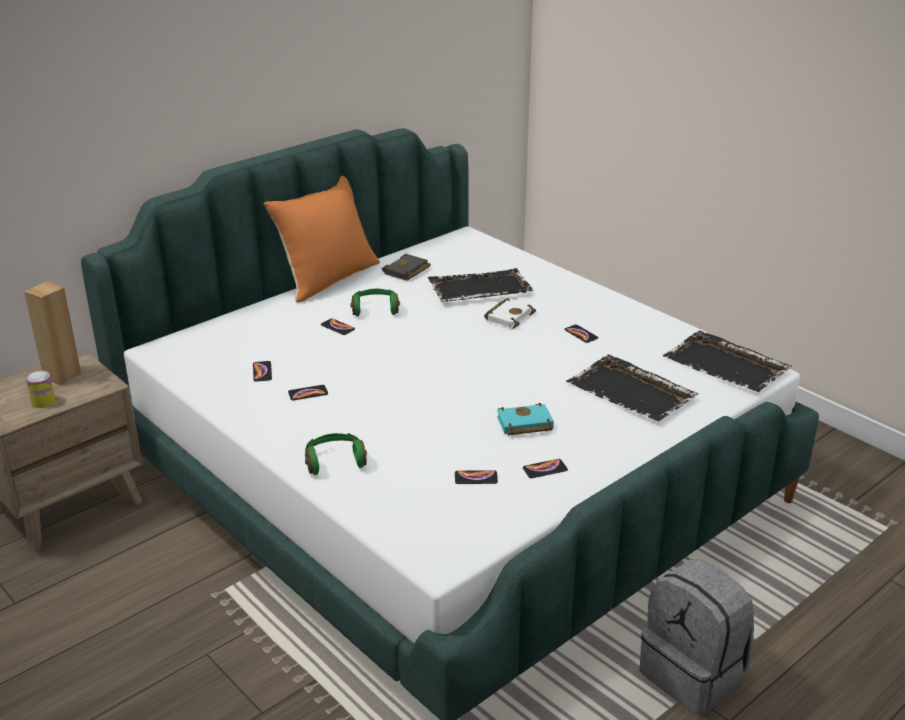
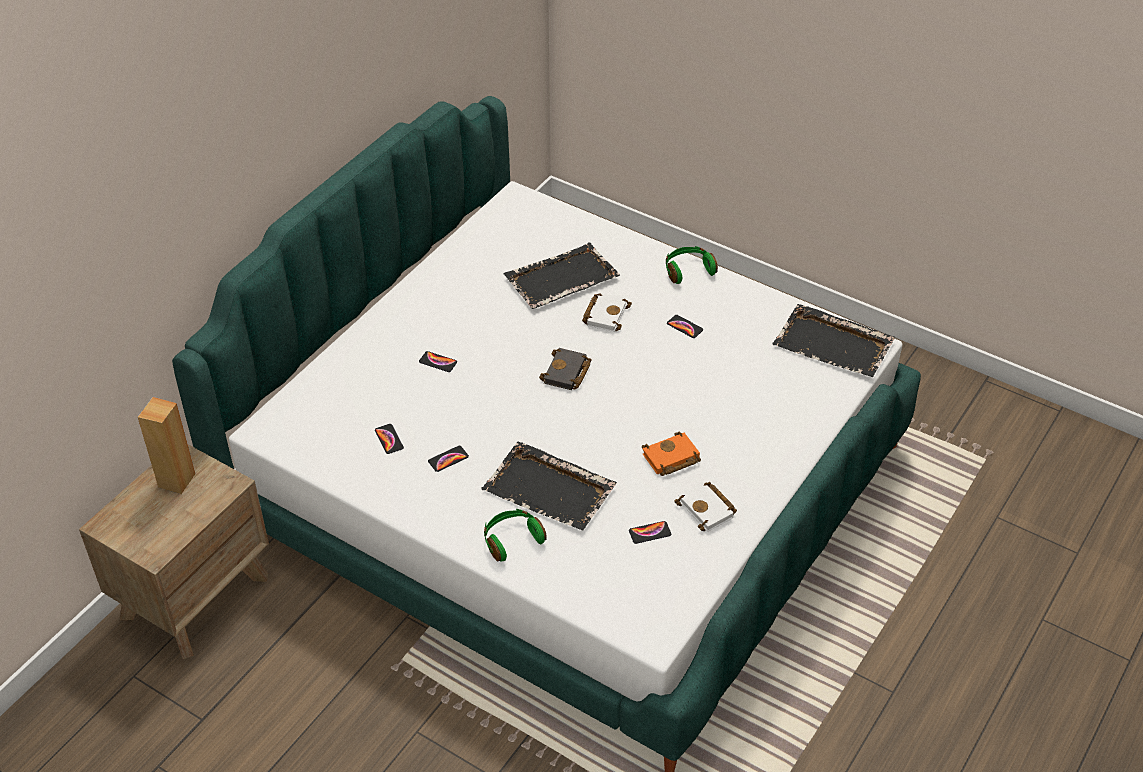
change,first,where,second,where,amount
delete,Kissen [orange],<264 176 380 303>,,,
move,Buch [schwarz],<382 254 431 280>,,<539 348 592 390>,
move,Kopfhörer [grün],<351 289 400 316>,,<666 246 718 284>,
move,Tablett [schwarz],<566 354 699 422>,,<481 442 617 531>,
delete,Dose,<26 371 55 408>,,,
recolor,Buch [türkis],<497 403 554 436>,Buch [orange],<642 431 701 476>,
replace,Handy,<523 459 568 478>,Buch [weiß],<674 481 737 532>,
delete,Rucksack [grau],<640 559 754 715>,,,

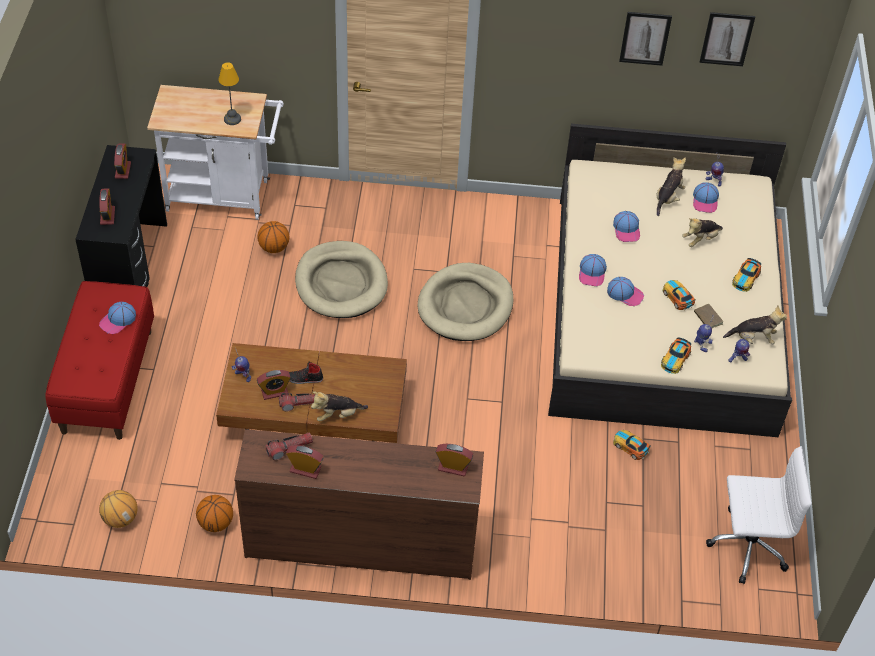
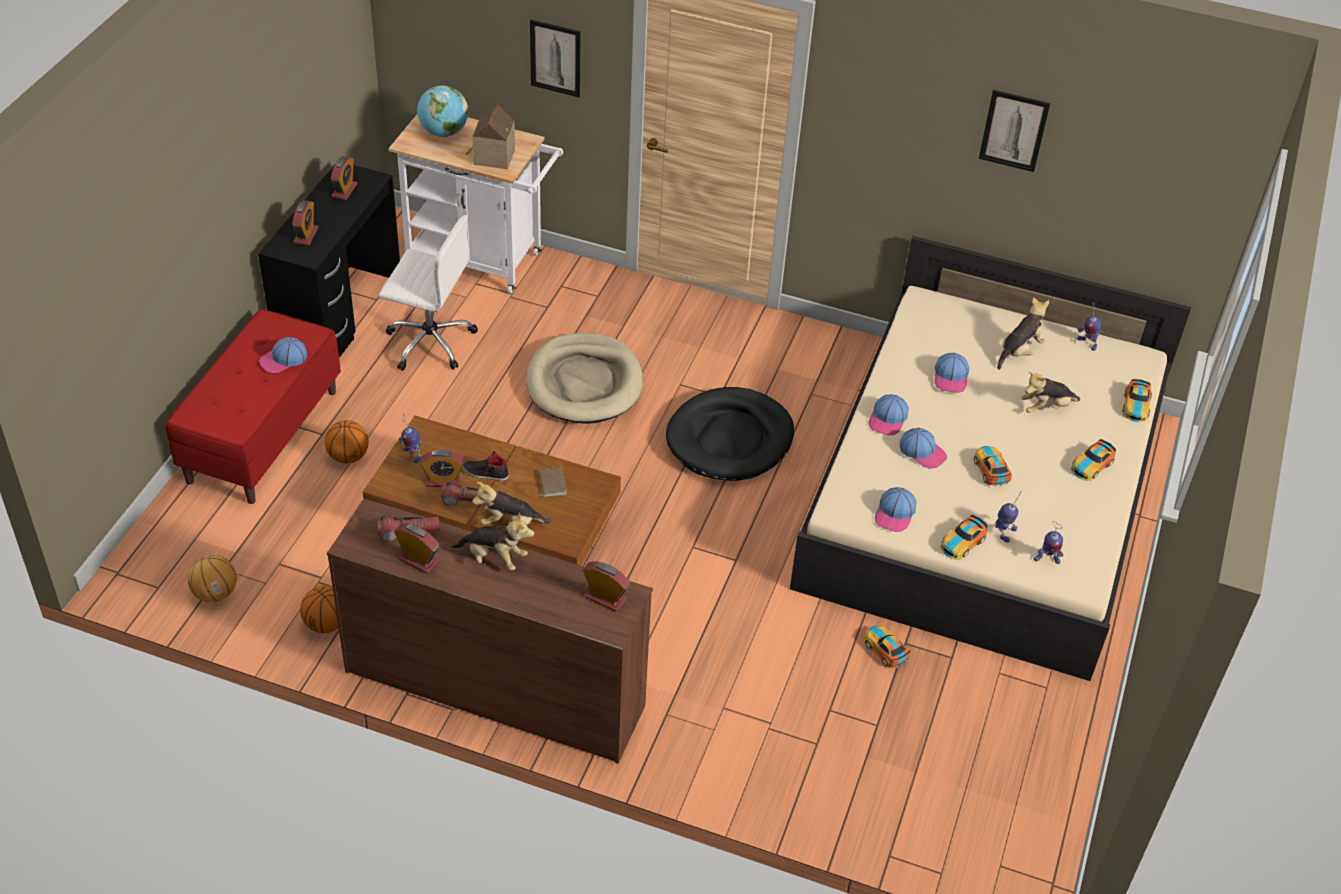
change,first,where,second,where,amount
move,Bild,<700 12 755 66>,,<530 20 581 97>,
replace,Tischlampe,<218 62 241 125>,Spielzeughaus,<465 104 515 169>,
move,Kappe,<693 182 719 213>,,<875 487 917 532>,
move,Basketball,<257 221 289 253>,,<325 420 369 464>,
recolor,Hundebett [beige],<418 263 513 341>,Hundebett [schwarz],<666 387 794 481>,
move,Buch [braun],<694 304 723 328>,,<536 467 567 497>,
move,Plüschtier,<723 306 787 344>,,<451 512 534 570>,
move,Bürostuhl [weiß],<706 446 812 584>,,<379 215 478 371>,
insert,,,Globus,<417 85 468 137>,
insert,,,Spielzeugauto,<1122 379 1152 422>,

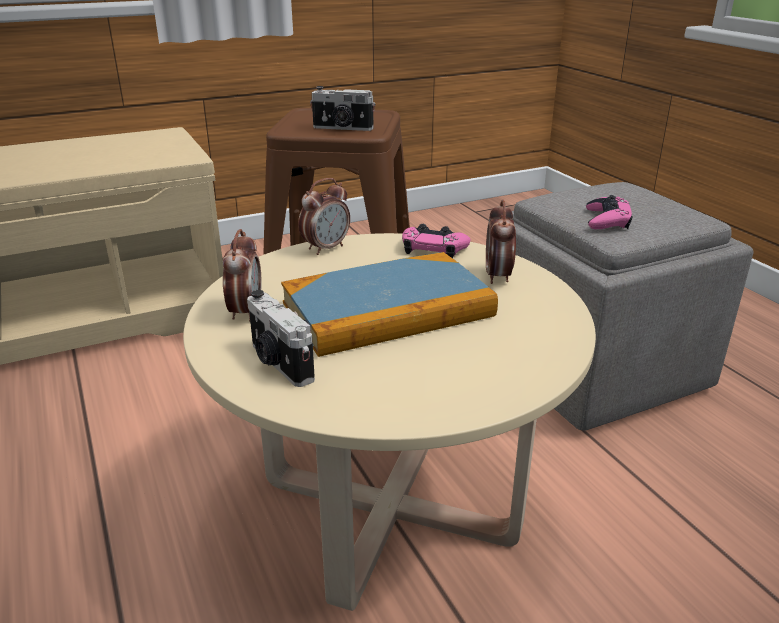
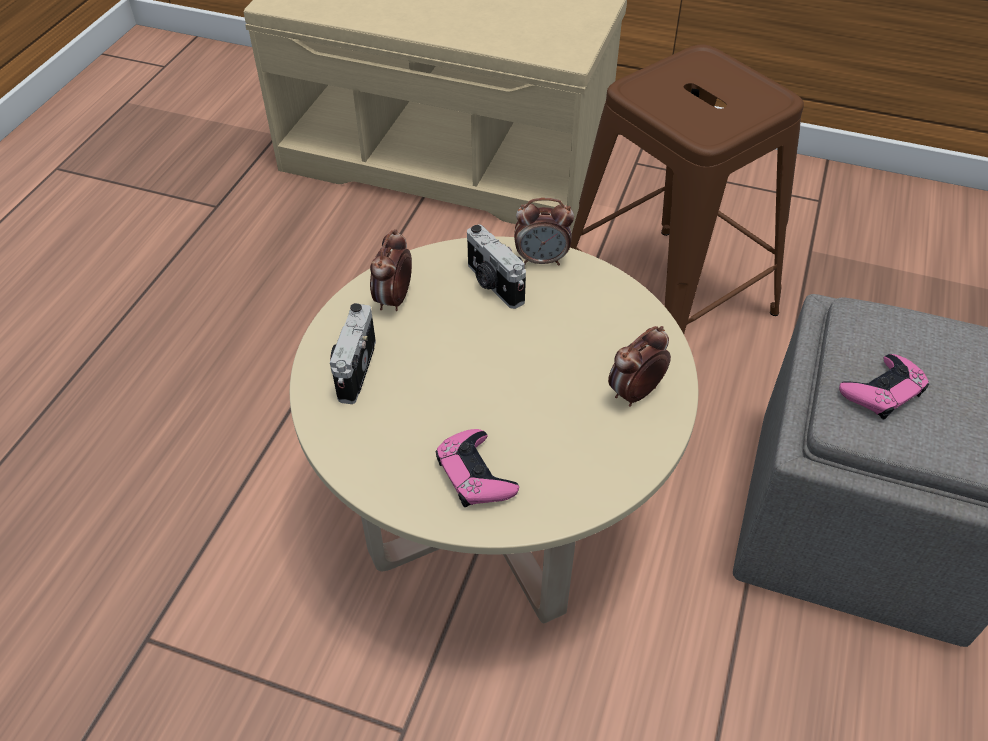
change,first,where,second,where,amount
move,Kamera,<310 86 375 131>,,<467 224 526 309>,
move,Gamepad [rosa],<402 224 471 258>,,<436 429 519 507>,
rotate,Wecker,<223 229 262 322>,,<370 229 412 311>,150 degrees clockwise
delete,Buch,<281 252 498 357>,,,

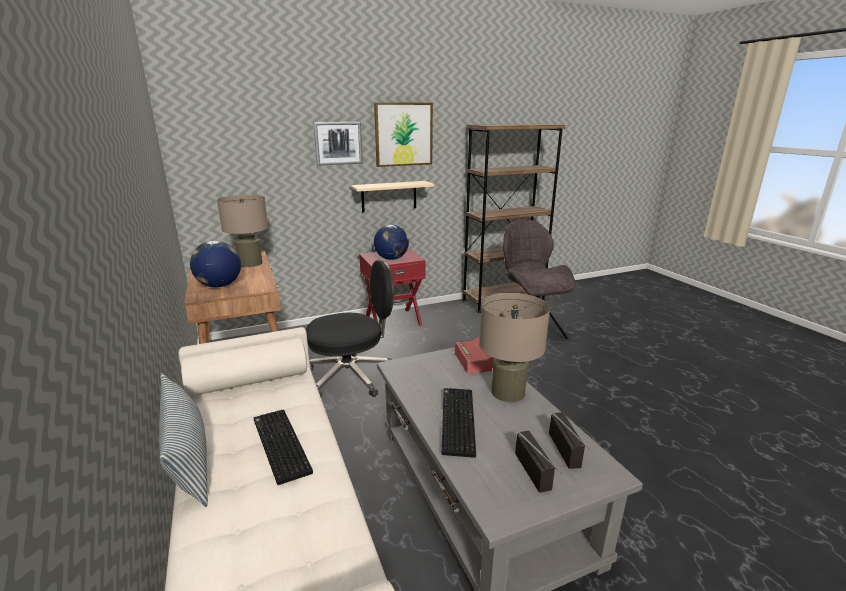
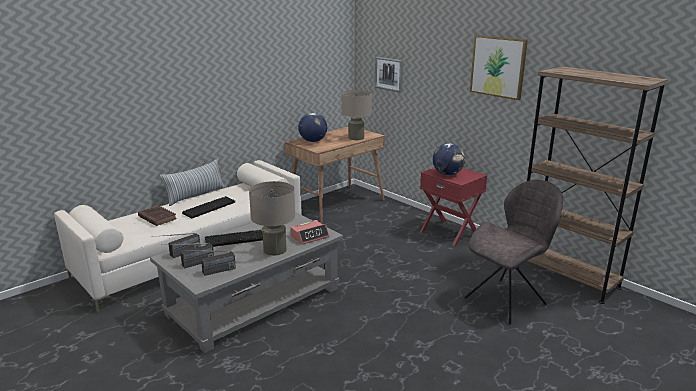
change,first,where,second,where,amount
move,Bild,<313 122 363 166>,,<375 57 403 93>,
delete,Wandregal [beige],<351 181 434 212>,,,
delete,Bürostuhl [schwarz],<306 260 394 397>,,,
insert,,,Buch [braun],<138 205 177 226>,
insert,,,Radio,<151 233 200 258>,

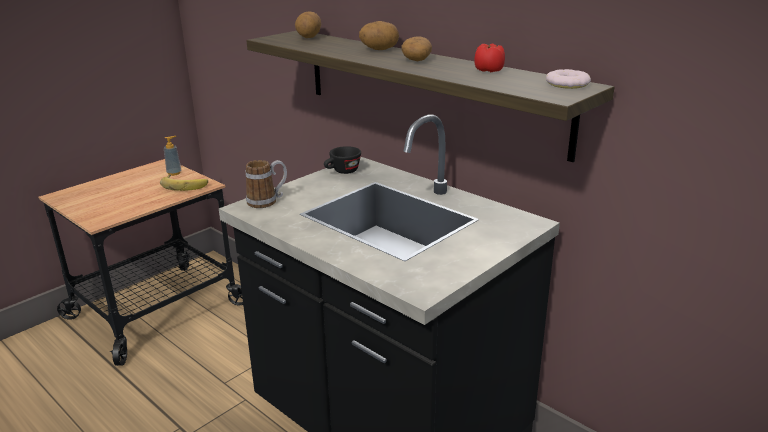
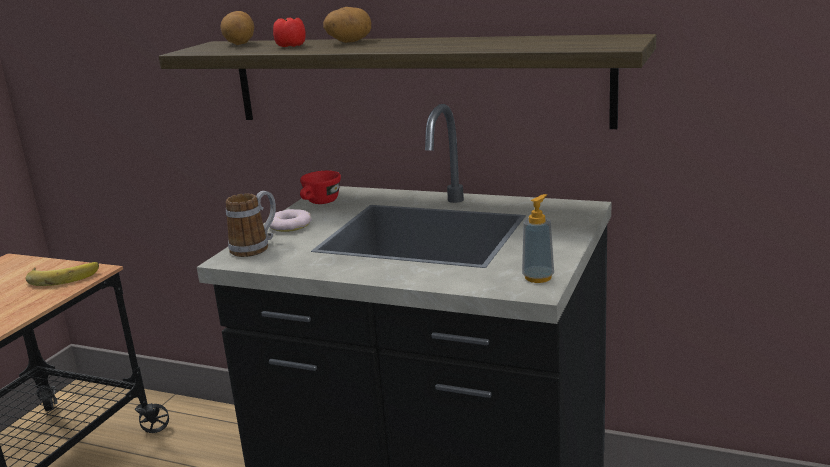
change,first,where,second,where,amount
delete,Kartoffel,<401 36 432 61>,,,
move,Tomate,<474 44 505 72>,,<273 18 306 47>,
move,Donut,<546 69 591 89>,,<270 209 312 232>,
move,Seifenspender,<164 136 181 176>,,<522 194 554 283>,
recolor,Tasse [schwarz],<324 146 361 174>,Tasse [rot],<300 171 341 204>,

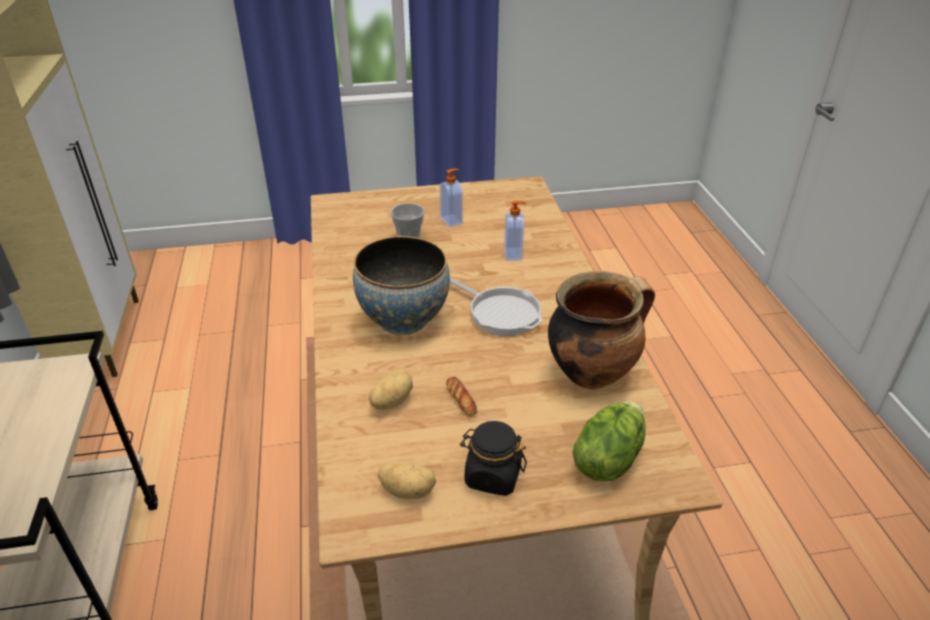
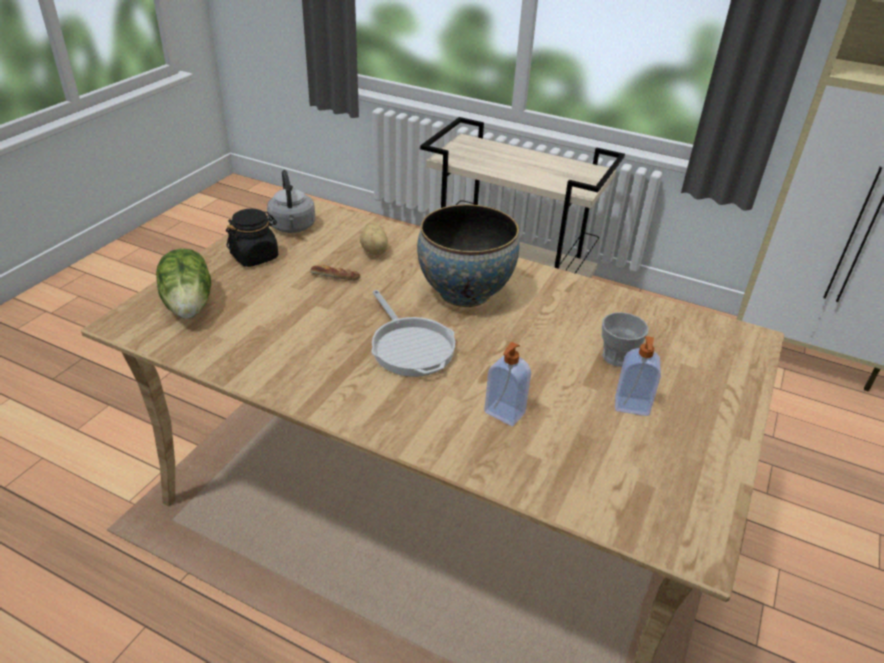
change,first,where,second,where,amount
delete,Kochtopf,<548 271 655 389>,,,
rotate,Pfanne,<450 278 543 336>,,<371 290 455 377>,105 degrees counterclockwise
replace,Kartoffel,<378 462 436 499>,Wasserkessel [grau],<267 170 315 233>,

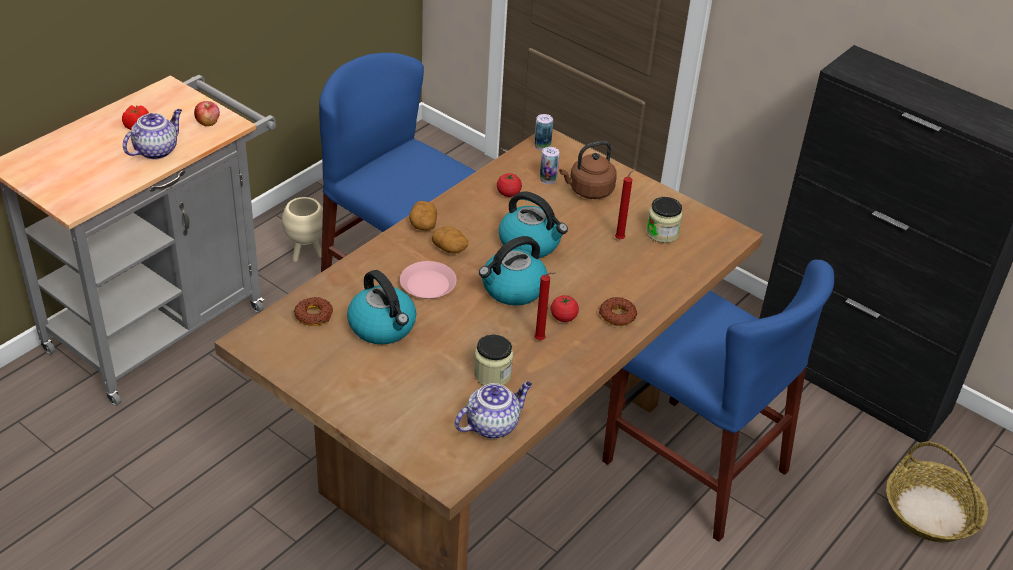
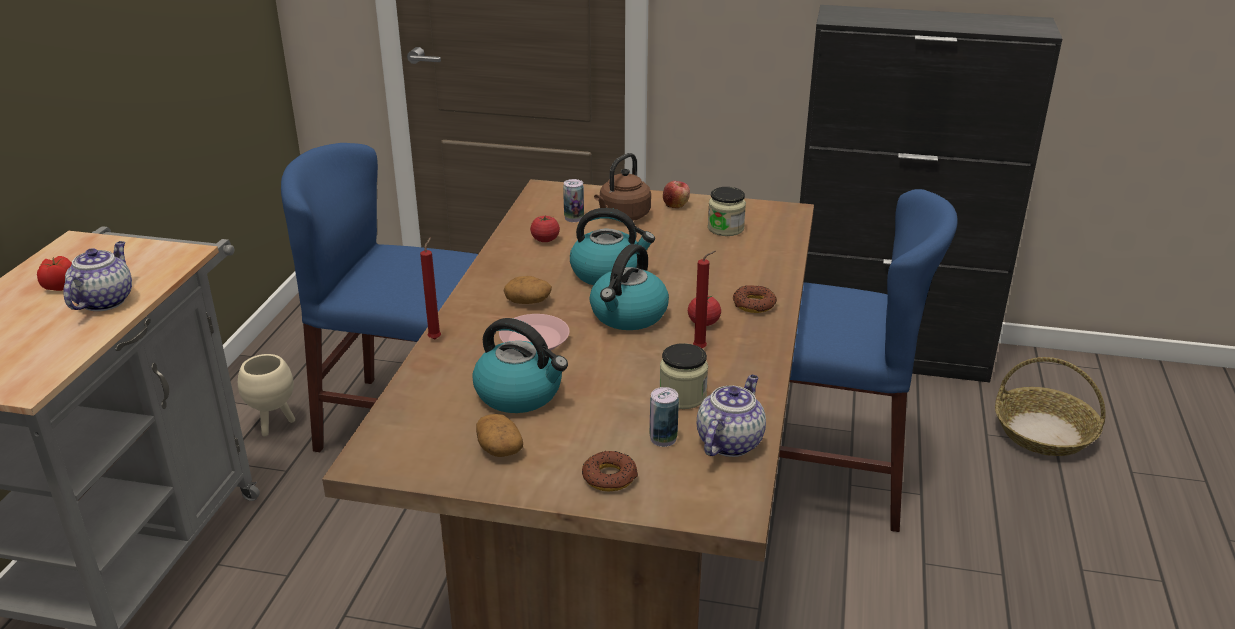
change,first,where,second,where,amount
move,Apfel,<194 101 220 126>,,<663 181 690 208>,
move,Dose,<534 114 553 150>,,<650 387 679 447>,
move,Kerze [rot],<615 169 635 240>,,<420 237 441 339>,
move,Kartoffel,<409 201 437 231>,,<476 414 523 457>,
move,Donut,<294 297 333 326>,,<582 451 638 491>,

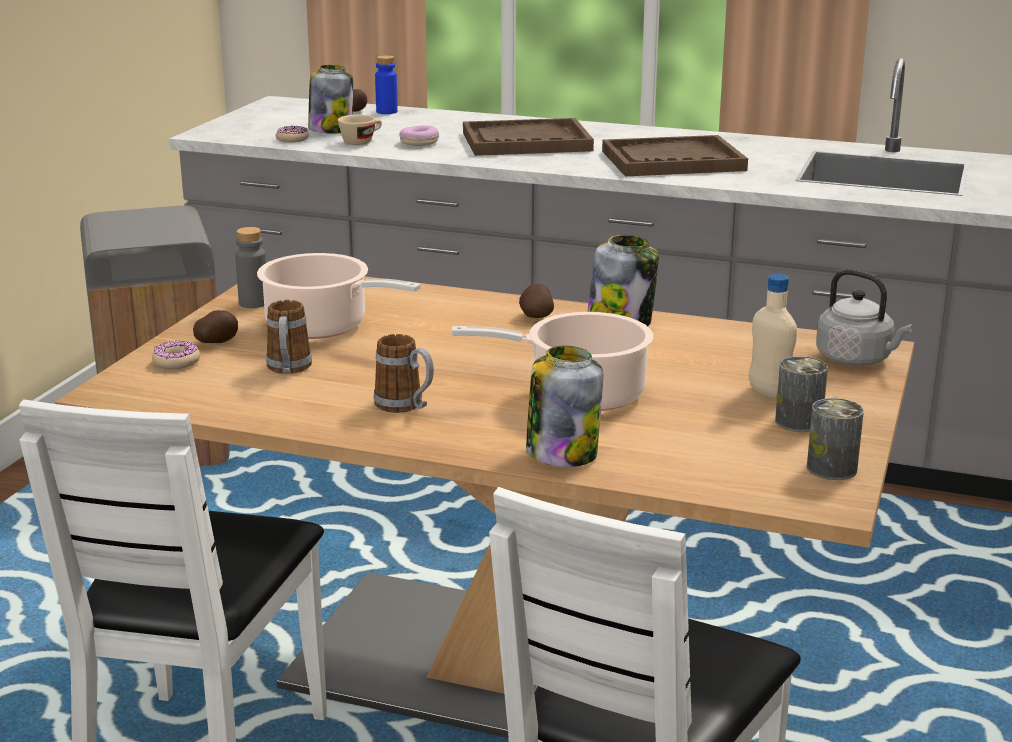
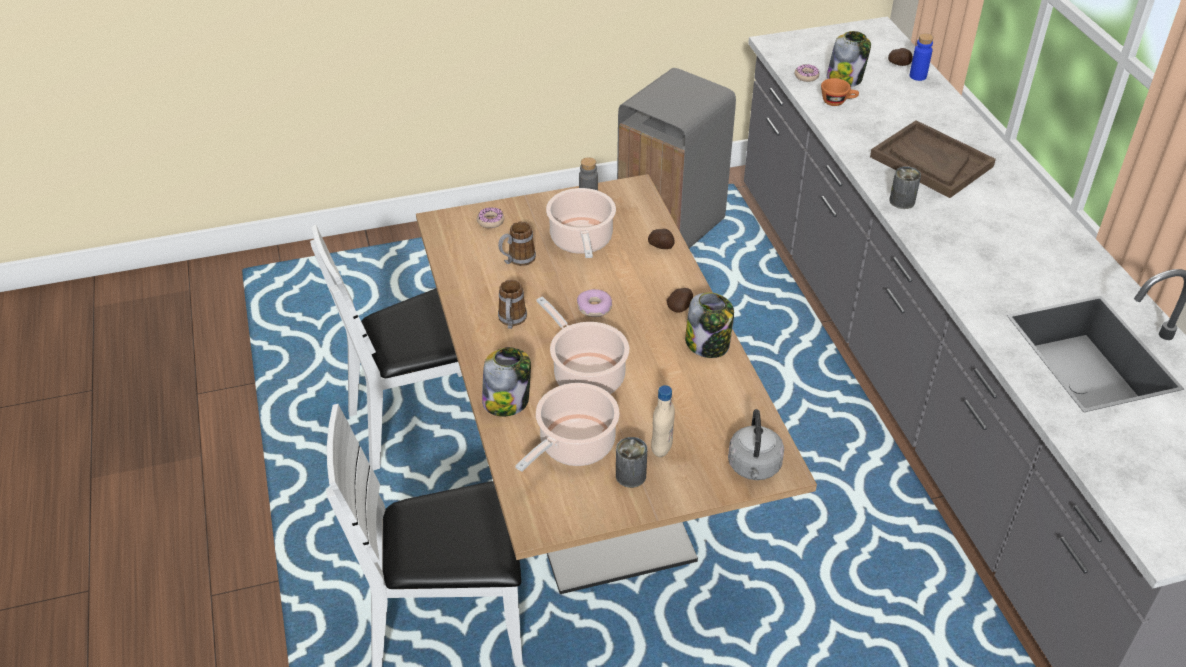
change,first,where,second,where,amount
recolor,Tasse [beige],<338 115 382 145>,Tasse [orange],<821 78 859 106>,
move,Donut,<399 125 439 146>,,<577 289 612 317>,
delete,Tablett [braun],<602 135 748 176>,,,
move,Kartoffel,<193 310 238 343>,,<648 229 675 249>,
move,Dose,<807 398 864 480>,,<889 166 921 209>,
insert,,,Kochtopf,<515 383 620 472>,

